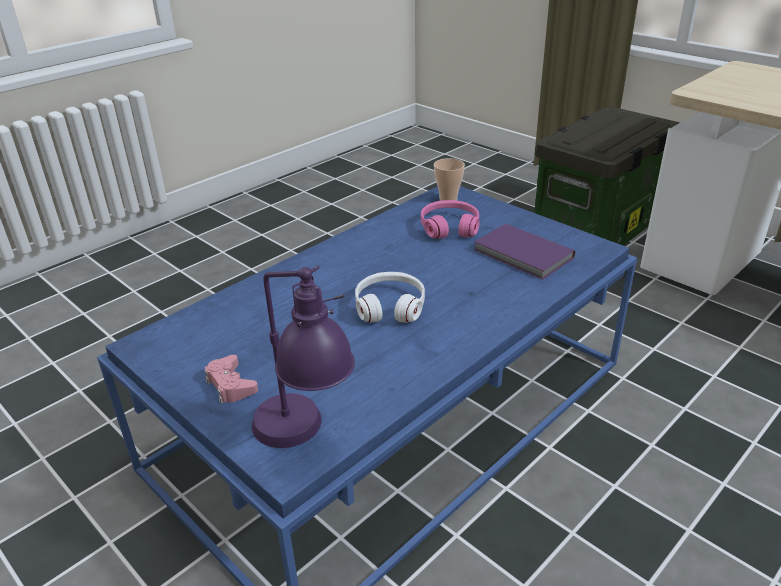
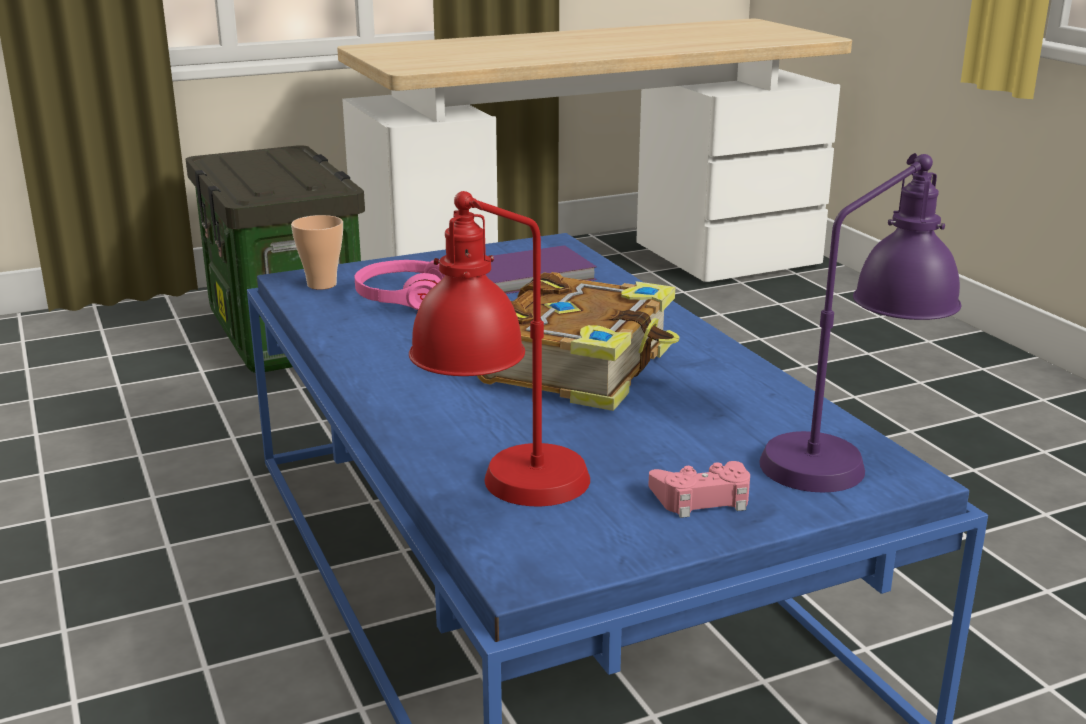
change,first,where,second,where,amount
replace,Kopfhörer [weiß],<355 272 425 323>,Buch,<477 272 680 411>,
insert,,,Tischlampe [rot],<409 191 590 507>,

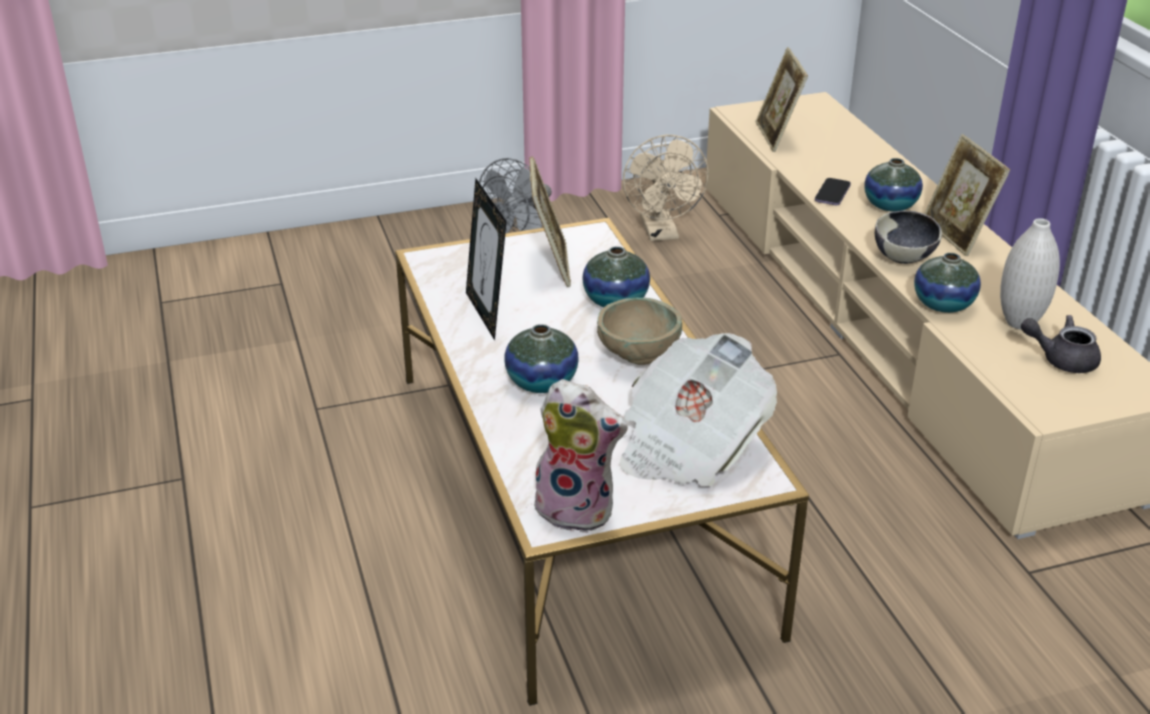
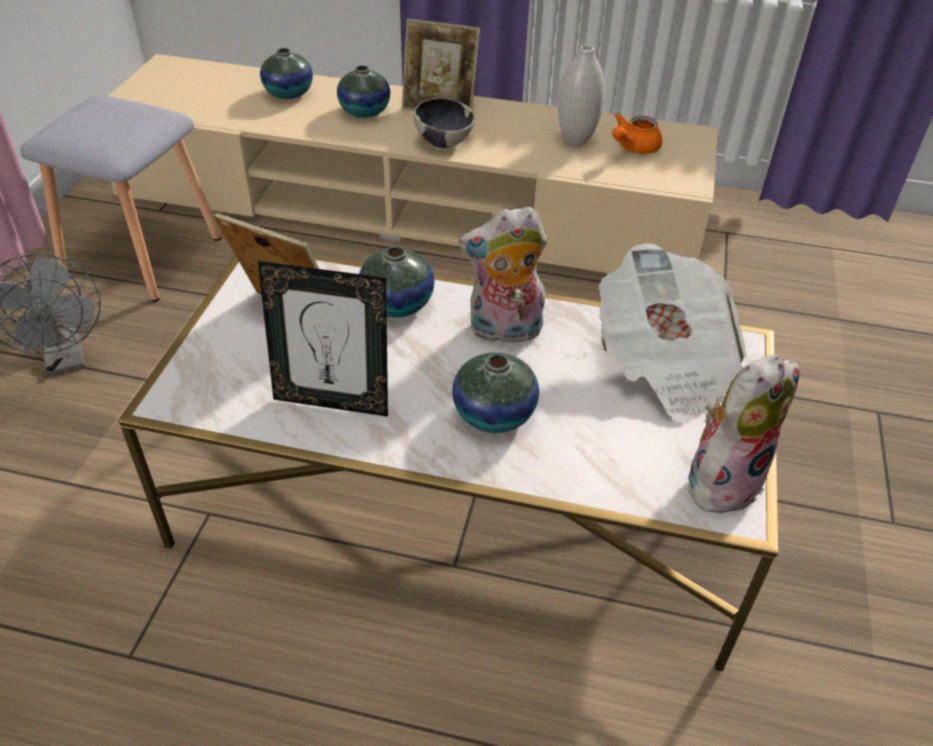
change,first,where,second,where,amount
delete,Bilderrahmen,<756 47 808 152>,,,
replace,Ventilator [beige],<623 135 709 241>,Hocker [grau],<20 95 221 302>,
delete,Handy,<815 178 851 205>,,,
move,Vase,<914 253 981 313>,,<260 48 313 99>,
replace,Schüssel [beige],<597 298 682 365>,Plüschtier,<459 206 547 347>,
recolor,Teekanne [grau],<1021 315 1101 373>,Teekanne [orange],<612 113 662 154>,

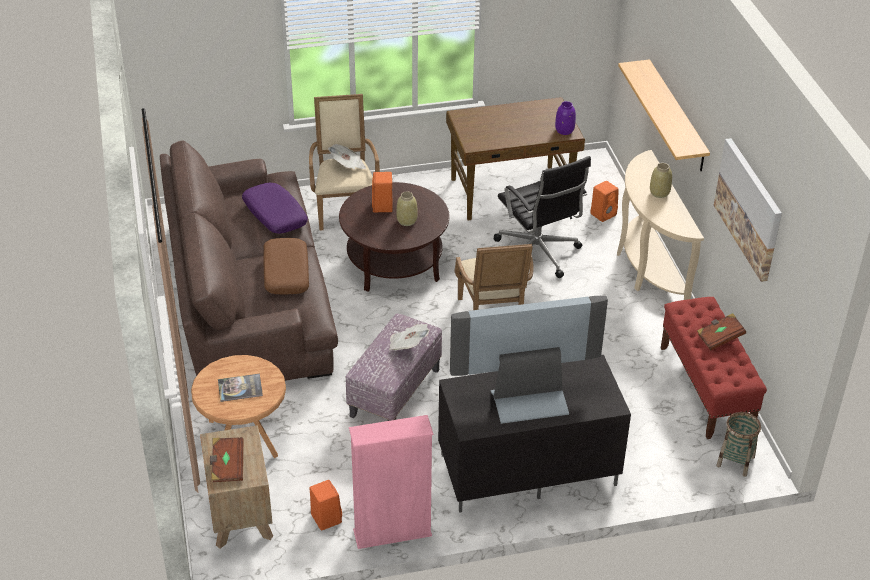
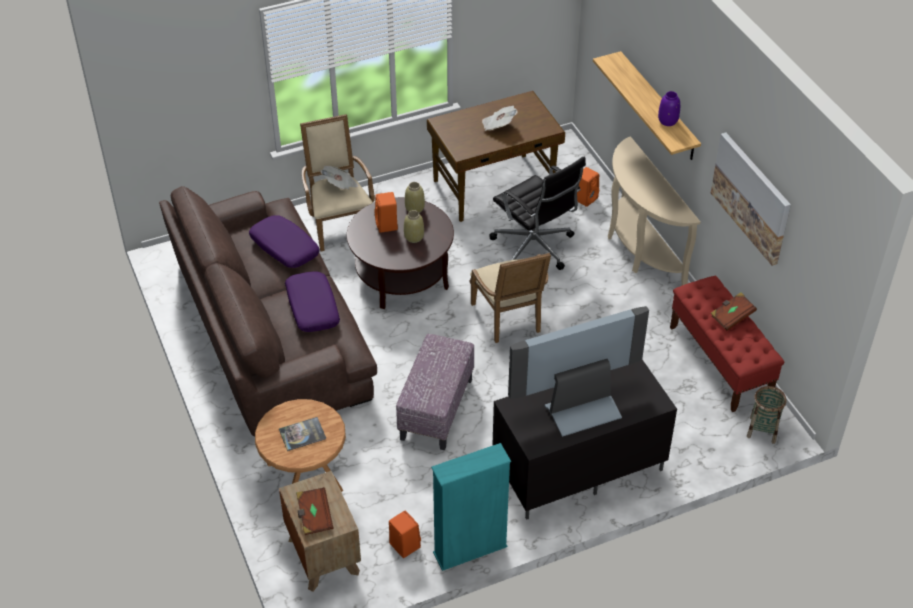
change,first,where,second,where,amount
move,Vase [lila],<555 101 576 135>,,<658 91 680 126>,
move,Vase [beige],<650 163 672 198>,,<405 182 425 213>,
recolor,Kissen [braun],<263 238 309 294>,Kissen [lila],<285 271 340 332>,
move,Zeitung,<389 324 429 350>,,<482 106 517 131>,
recolor,Bücherregal [rosa],<349 415 433 549>,Bücherregal [türkis],<431 443 511 571>,

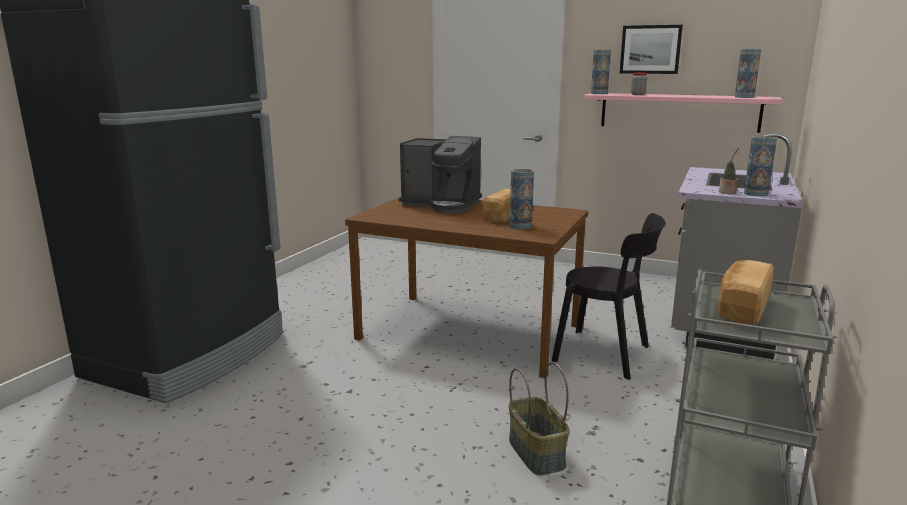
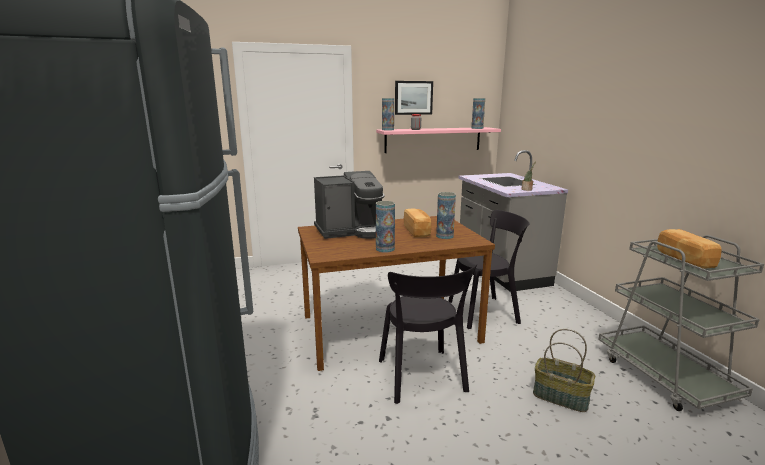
change,first,where,second,where,amount
move,Vase,<744 136 777 196>,,<376 201 395 253>,
insert,,,Stuhl [schwarz],<379 264 477 404>,

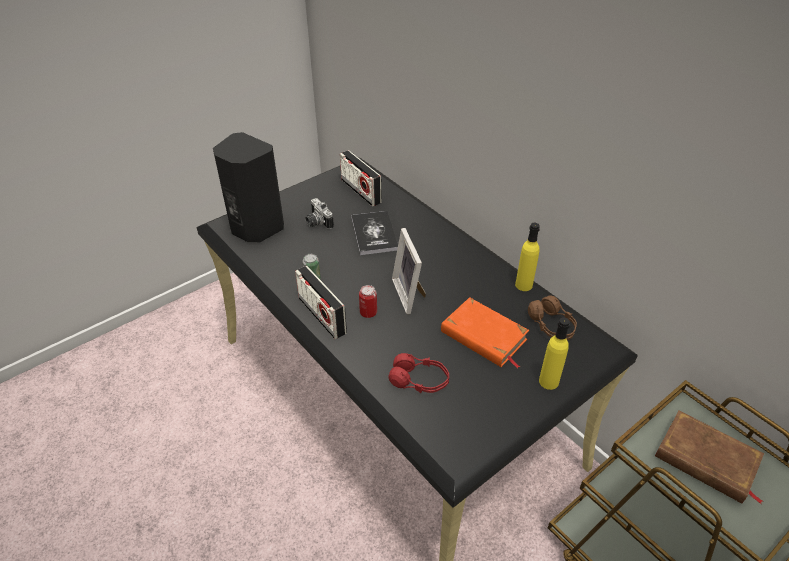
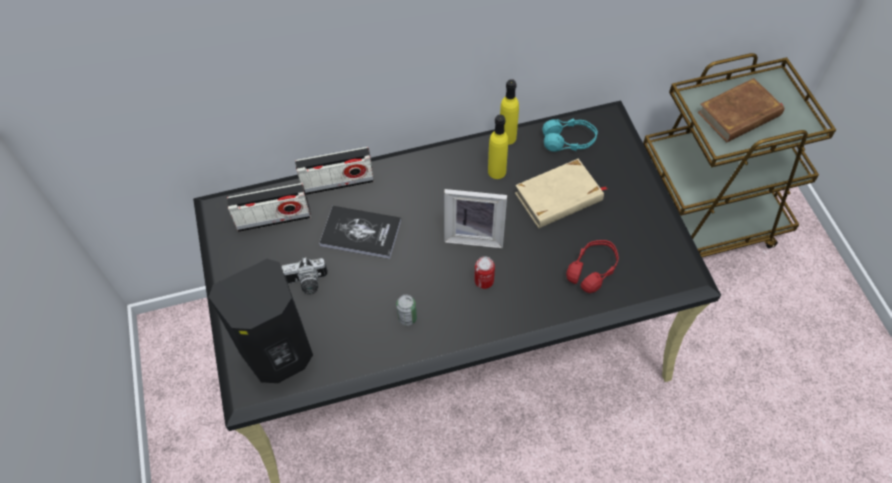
change,first,where,second,where,amount
move,Radio,<295 266 347 339>,,<295 147 374 195>,
recolor,Kopfhörer [braun],<528 296 577 340>,Kopfhörer [türkis],<542 118 598 152>,
recolor,Buch [orange],<441 297 529 368>,Buch [beige],<515 159 607 228>,
move,Flasche [gelb],<539 318 570 390>,,<488 115 508 179>,

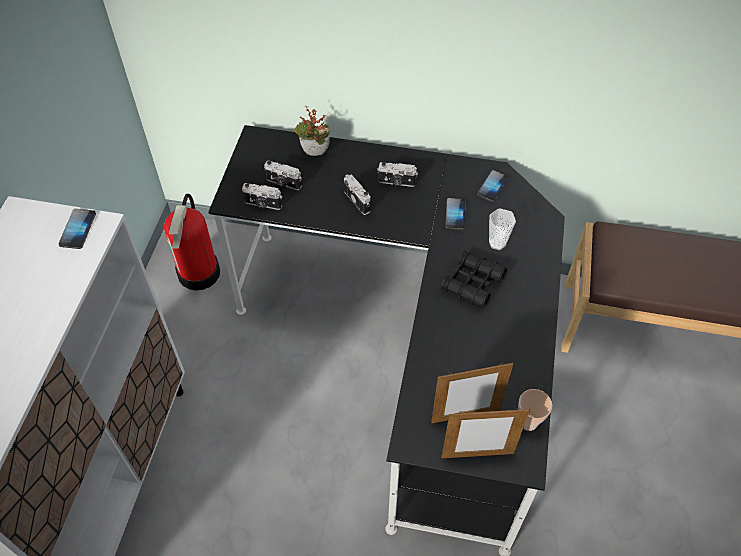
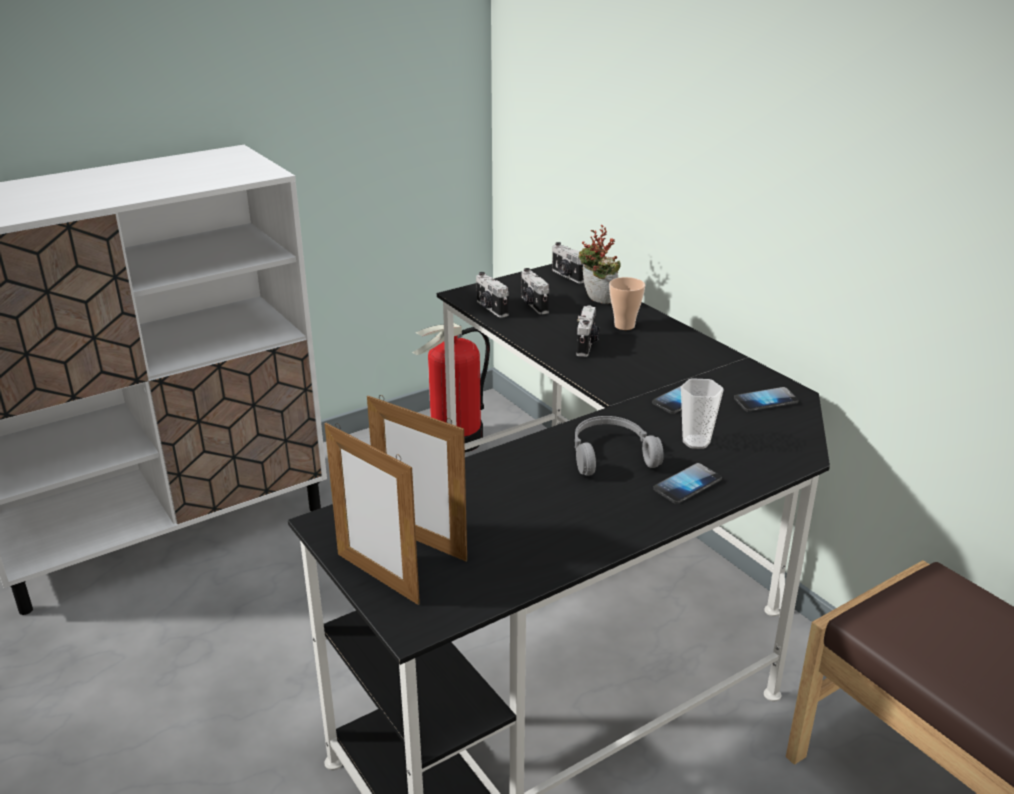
change,first,where,second,where,amount
move,Kamera,<377 162 418 187>,,<552 242 585 284>,
move,Handy,<59 209 96 249>,,<653 463 721 504>,
replace,Fernglas [schwarz],<441 251 507 308>,Kopfhörer [grau],<575 416 664 476>,
move,Tasse,<518 389 552 431>,,<609 277 645 330>,

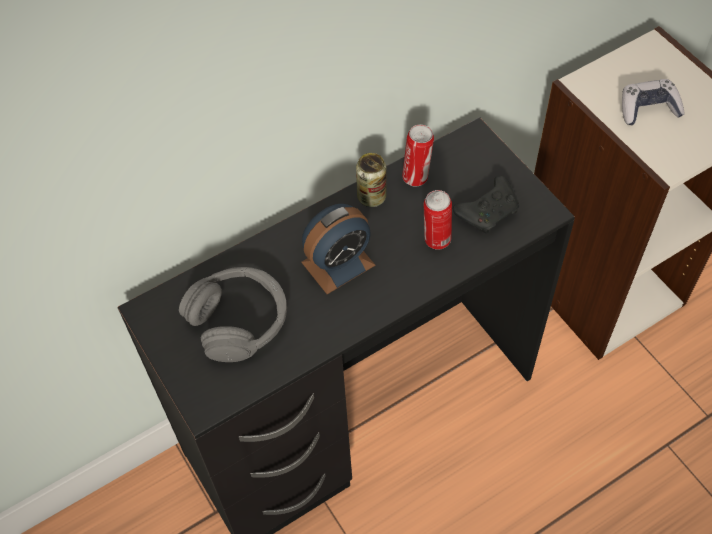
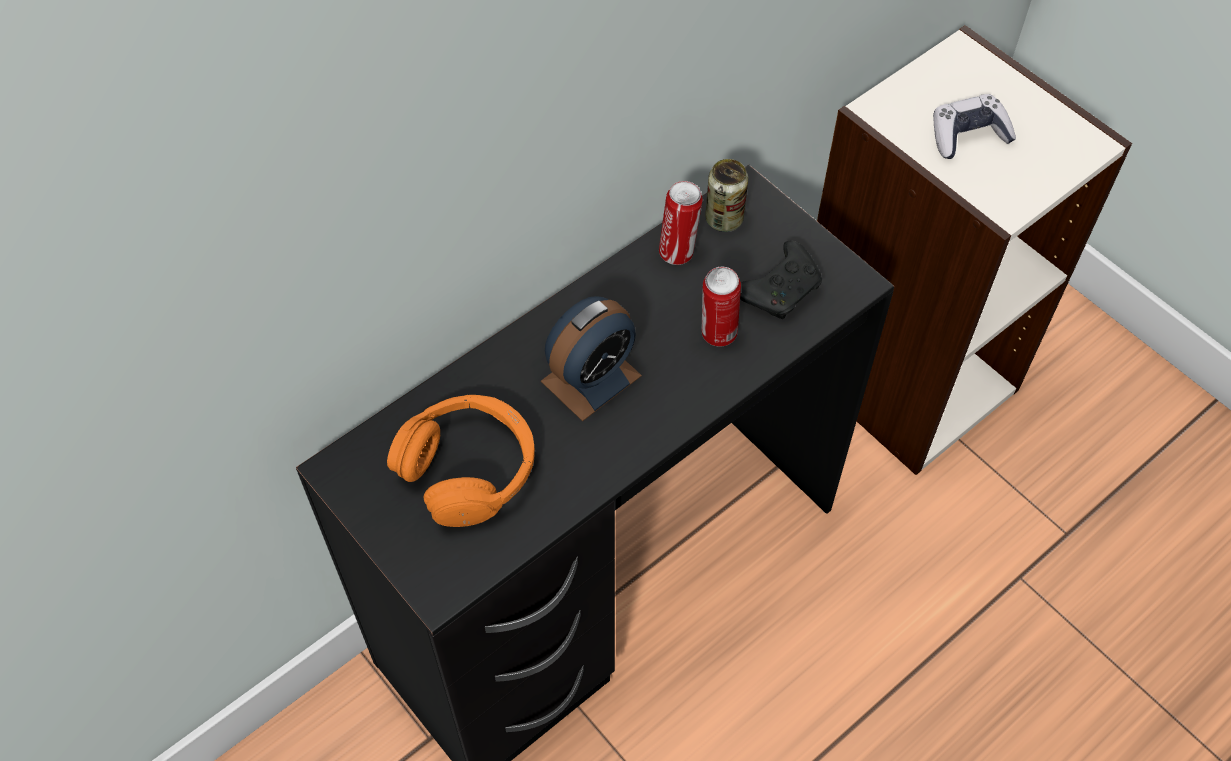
change,first,where,second,where,amount
move,Dose,<356 153 386 207>,,<705 159 748 232>,
recolor,Kopfhörer [grau],<179 267 287 362>,Kopfhörer [orange],<387 395 535 527>,

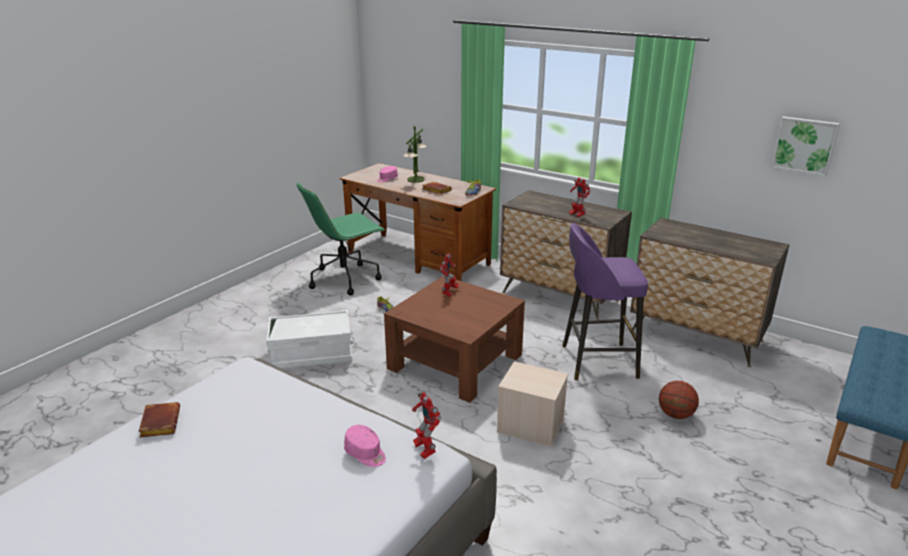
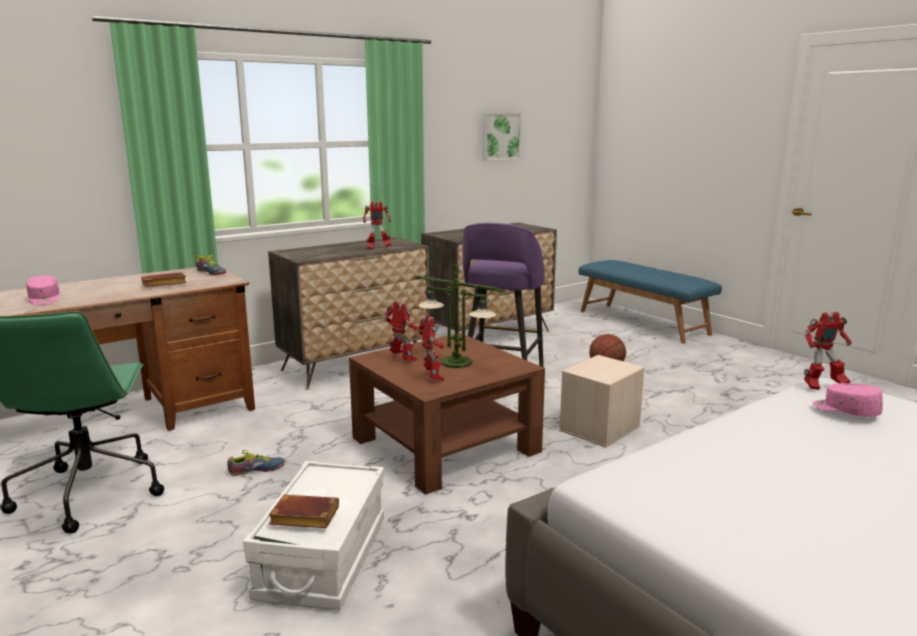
change,first,where,second,where,amount
move,Tischlampe,<403 125 427 183>,,<415 264 502 368>,
move,Buch [braun],<138 402 180 437>,,<268 495 339 528>,
rotate,Kappe [rosa],<344 425 386 467>,,<813 383 883 417>,105 degrees counterclockwise
insert,,,Spielzeugroboter,<417 315 445 381>,

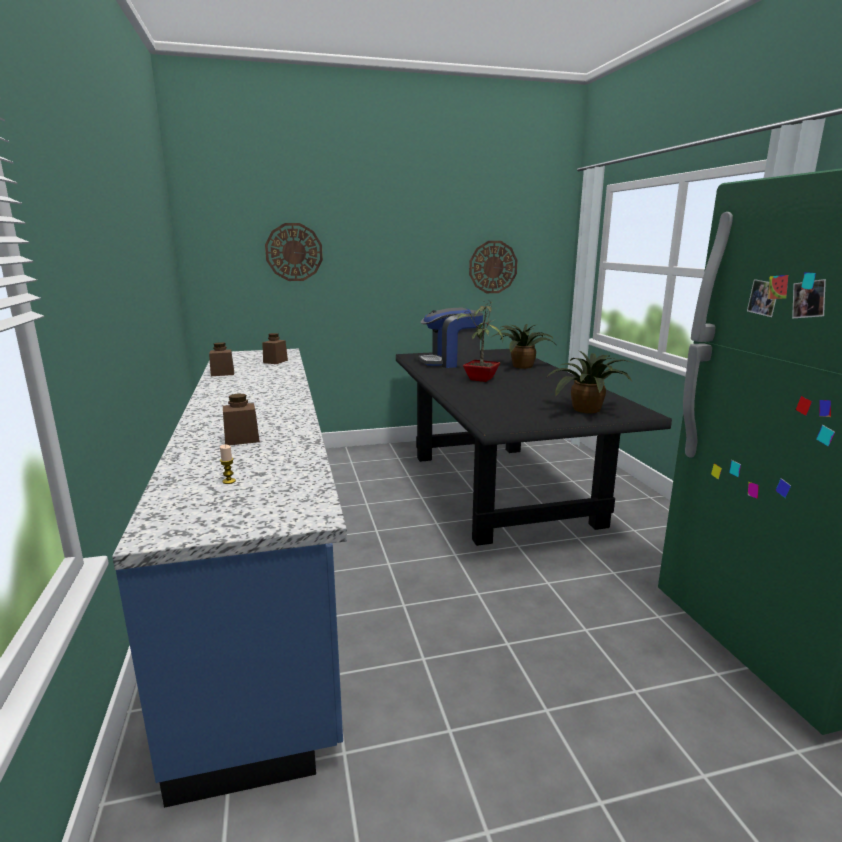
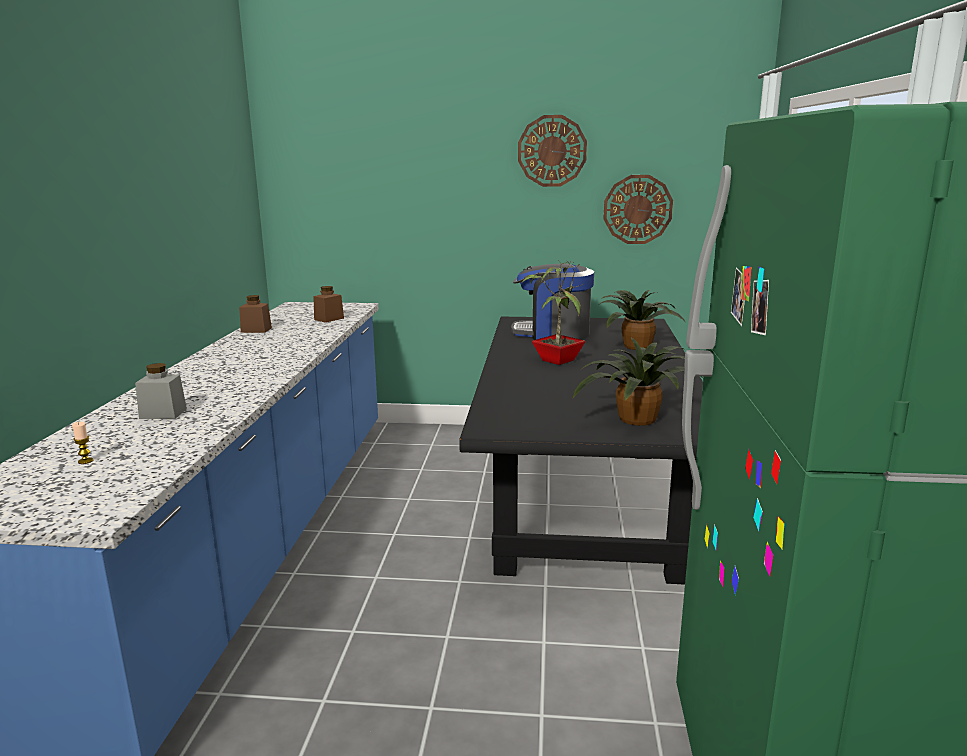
change,first,where,second,where,amount
move,Wanduhr,<265 223 323 281>,,<518 115 587 187>,
recolor,Vorratsglas [braun],<223 394 260 445>,Vorratsglas [grau],<135 363 187 419>,

